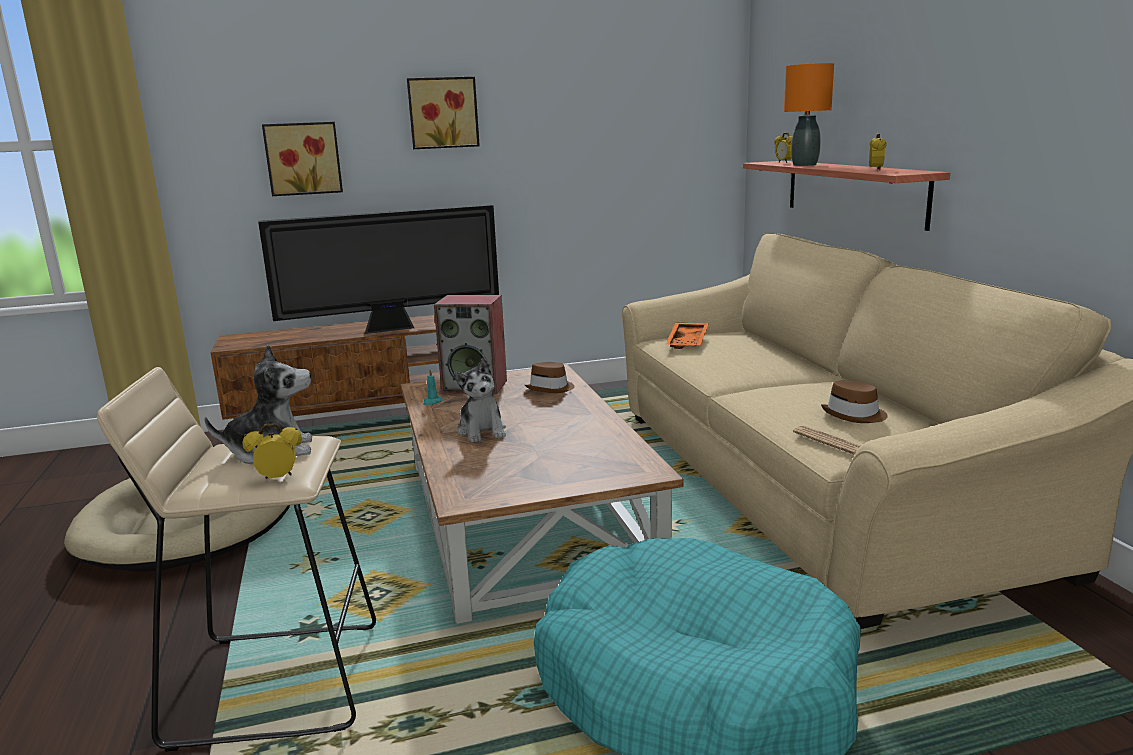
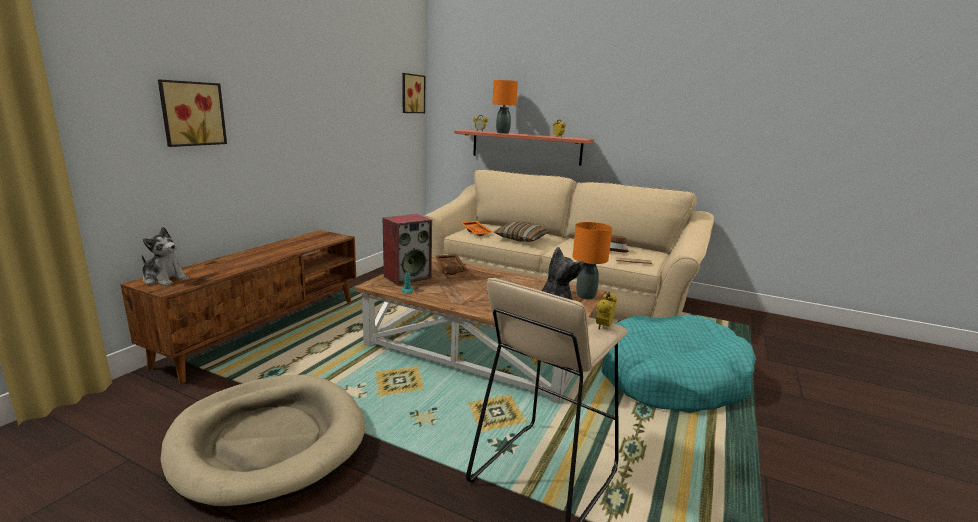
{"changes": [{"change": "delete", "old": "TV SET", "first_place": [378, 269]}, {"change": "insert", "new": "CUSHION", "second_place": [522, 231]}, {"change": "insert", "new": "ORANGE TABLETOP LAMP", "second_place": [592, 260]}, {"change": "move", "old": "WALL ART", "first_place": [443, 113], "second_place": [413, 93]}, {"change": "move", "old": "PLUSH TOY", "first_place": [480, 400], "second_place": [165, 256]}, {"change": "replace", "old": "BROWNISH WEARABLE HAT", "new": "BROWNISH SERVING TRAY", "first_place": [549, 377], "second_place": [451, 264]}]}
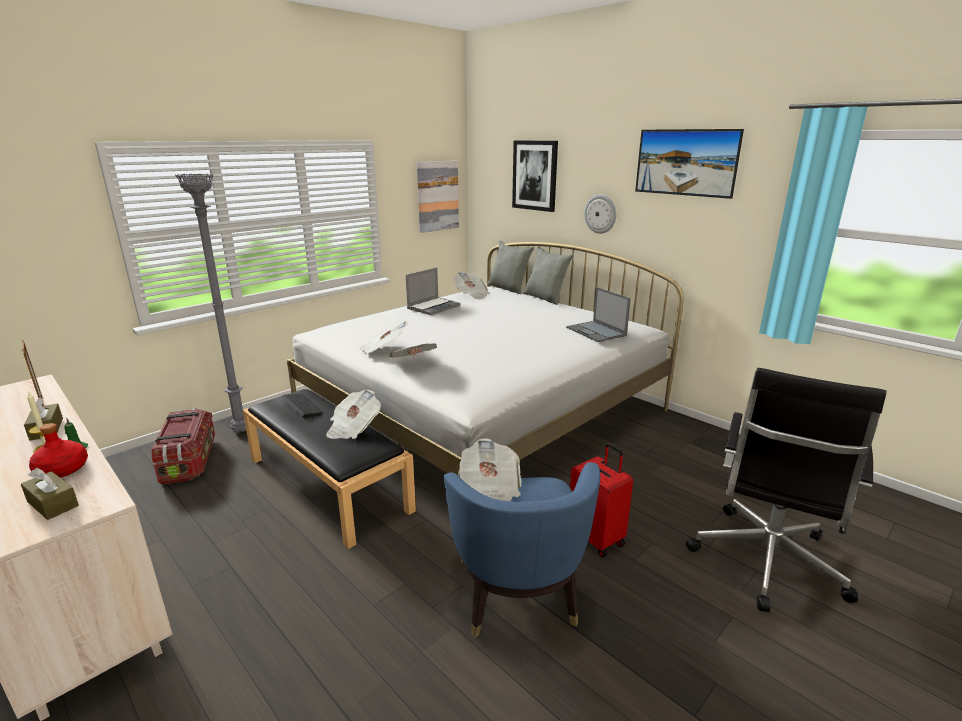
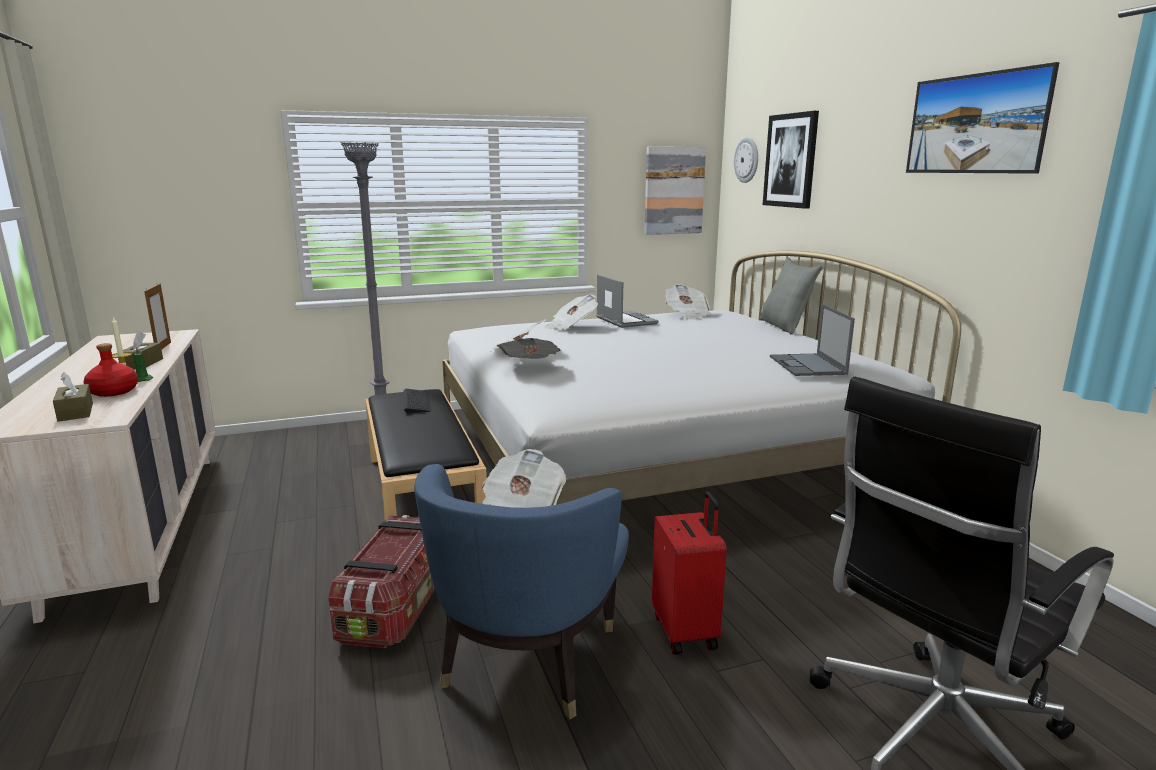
{"changes": [{"change": "delete", "old": "GREYISH CUSHION", "first_place": [510, 267]}, {"change": "move", "old": "STORAGE BIN", "first_place": [183, 446], "second_place": [381, 581]}, {"change": "move", "old": "DAILY PAPER", "first_place": [353, 414], "second_place": [571, 312]}, {"change": "move", "old": "HANGING CLOCK", "first_place": [600, 214], "second_place": [746, 160]}, {"change": "rotate", "old": "NOTEBOOK COMPUTER", "first_place": [433, 291], "second_place": [627, 301], "degrees": -90}]}
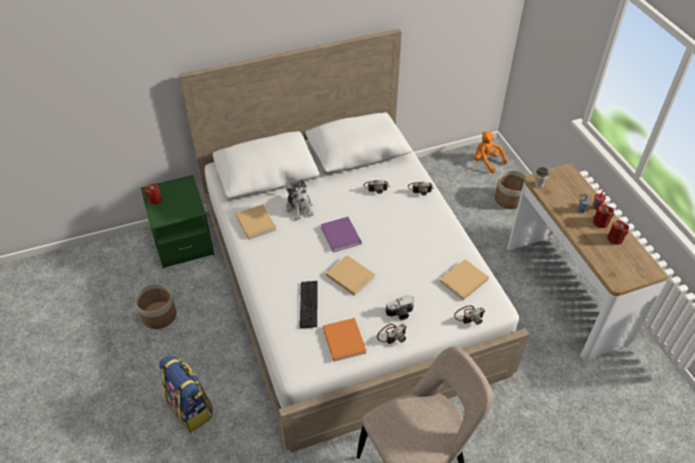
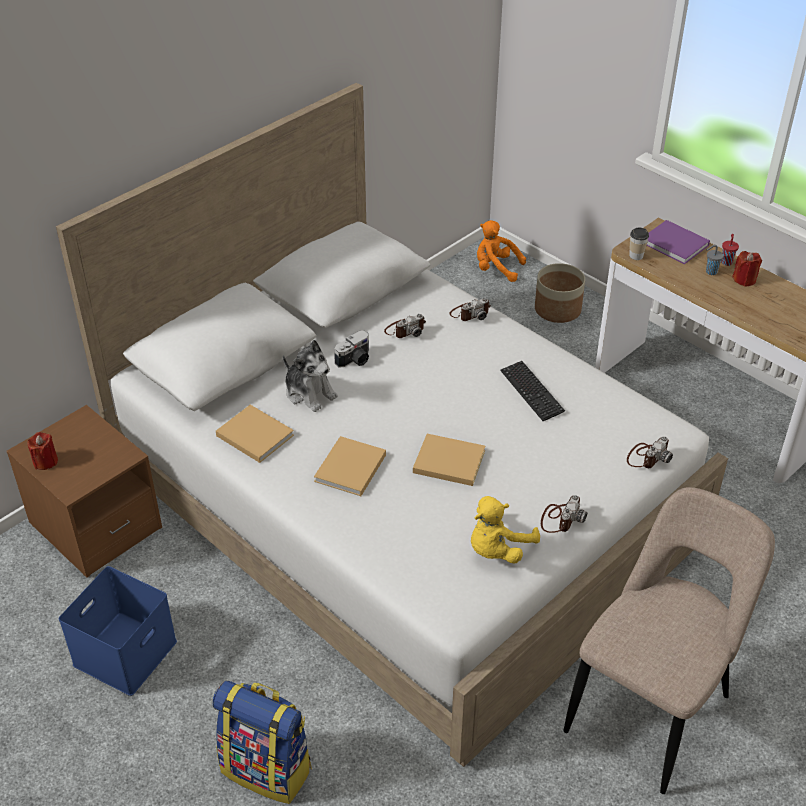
{"changes": [{"change": "delete", "old": "RED-COLOURED WAX CANDLE", "first_place": [618, 232]}, {"change": "move", "old": "PC KEYBOARD", "first_place": [309, 305], "second_place": [532, 391]}, {"change": "move", "old": "PURPLE BOUND BOOK", "first_place": [341, 234], "second_place": [678, 242]}, {"change": "move", "old": "STILL CAMERA", "first_place": [400, 308], "second_place": [351, 349]}, {"change": "move", "old": "BEIGE-COLOURED BOUND BOOK", "first_place": [464, 279], "second_place": [350, 466]}, {"change": "replace", "old": "PLANTER", "new": "BLUISH STORAGE BIN", "first_place": [156, 306], "second_place": [118, 631]}, {"change": "replace", "old": "ORANGE BOUND BOOK", "new": "YELLOW-COLOURED PLUSH TOY", "first_place": [345, 340], "second_place": [505, 529]}, {"change": "recolor", "old": "GREENISH NIGHTSTAND", "new": "BROWNISH NIGHTSTAND", "first_place": [177, 221], "second_place": [84, 491]}]}
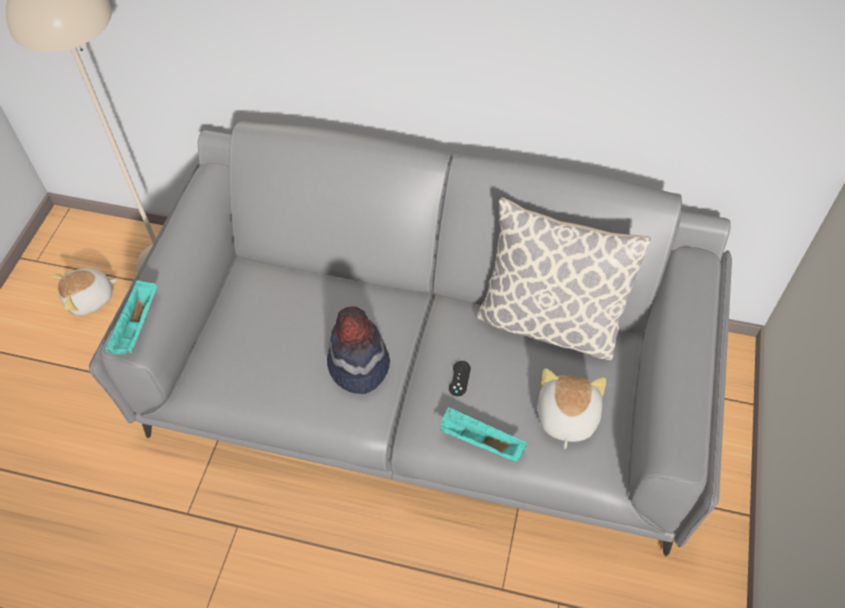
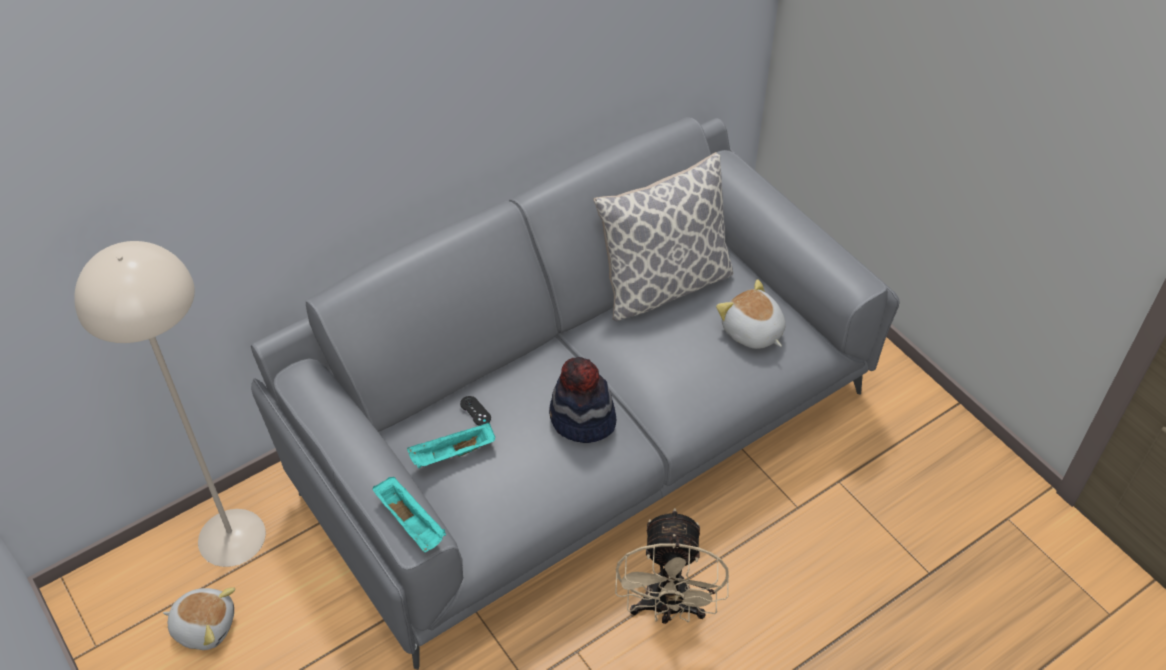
{"changes": [{"change": "insert", "new": "BEIGE-COLOURED FAN", "second_place": [672, 566]}, {"change": "move", "old": "TURQUOISE SERVING TRAY", "first_place": [483, 434], "second_place": [451, 445]}, {"change": "move", "old": "BLACK GAME CONTROLLER", "first_place": [460, 378], "second_place": [475, 411]}, {"change": "rotate", "old": "PLUSH TOY", "first_place": [84, 292], "second_place": [199, 618], "degrees": -90}]}
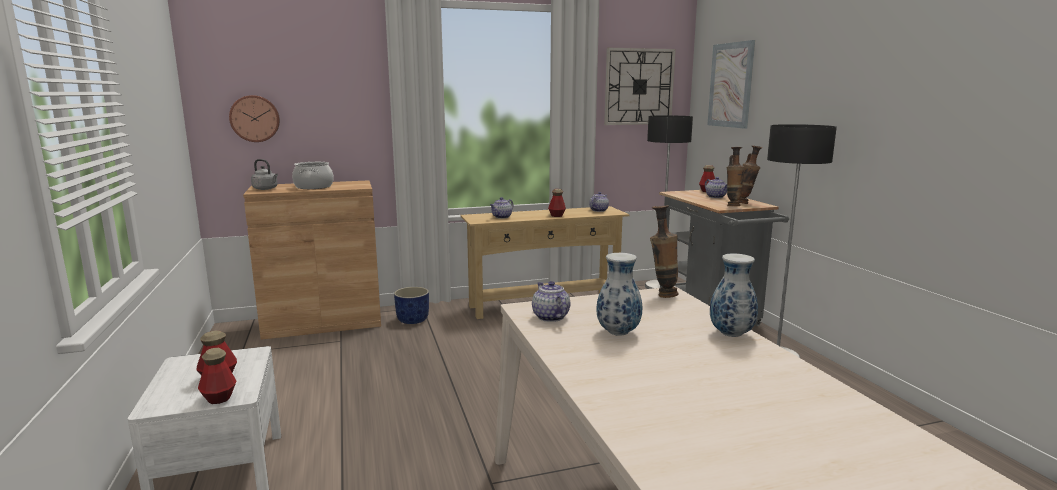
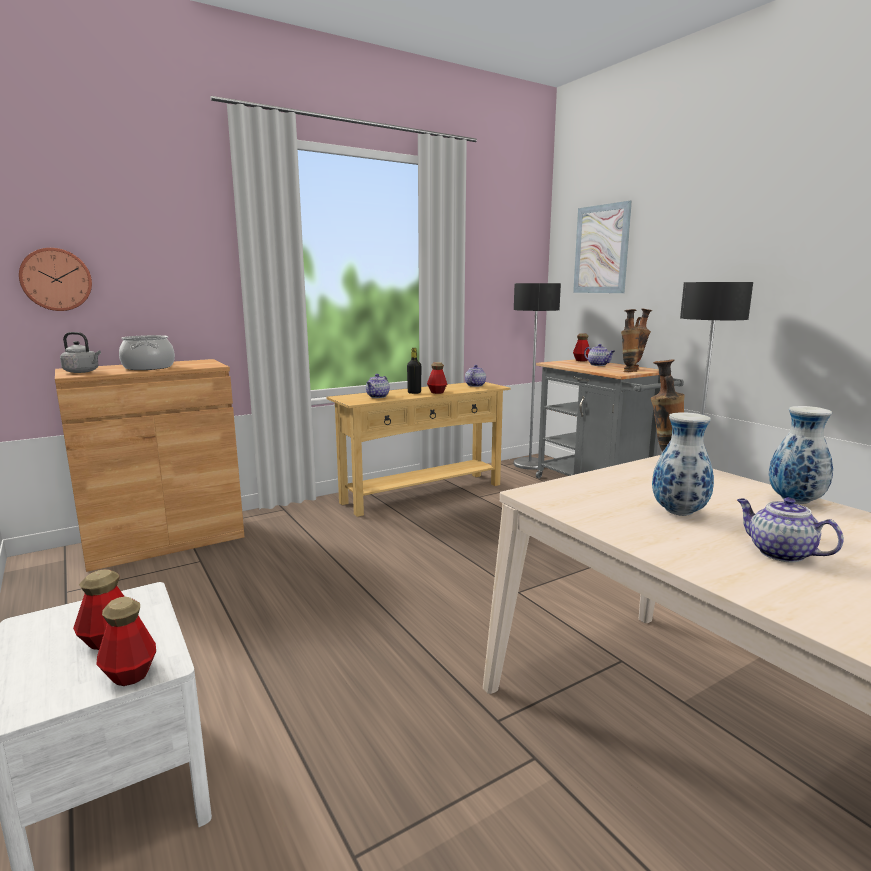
{"changes": [{"change": "delete", "old": "BLUISH PLANTER", "first_place": [411, 305]}, {"change": "delete", "old": "HANGING CLOCK", "first_place": [640, 86]}, {"change": "insert", "new": "BLACK BEVERAGE BOTTLE", "second_place": [414, 371]}, {"change": "move", "old": "POT FOR TEA", "first_place": [551, 301], "second_place": [790, 529]}]}
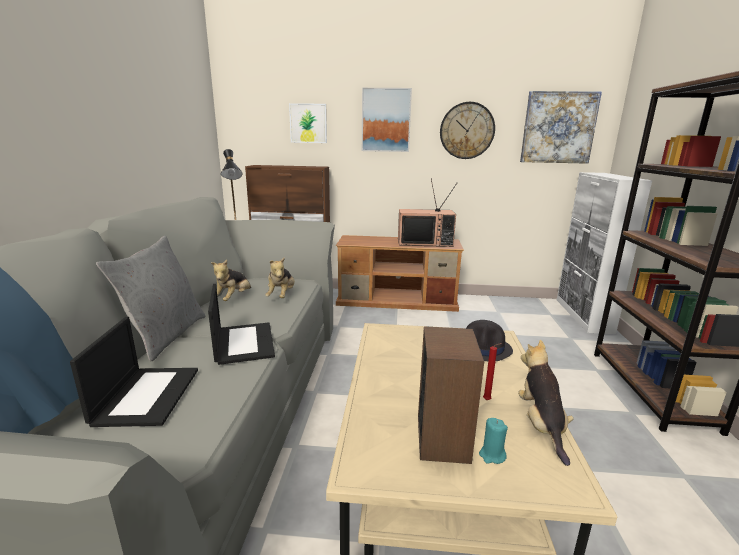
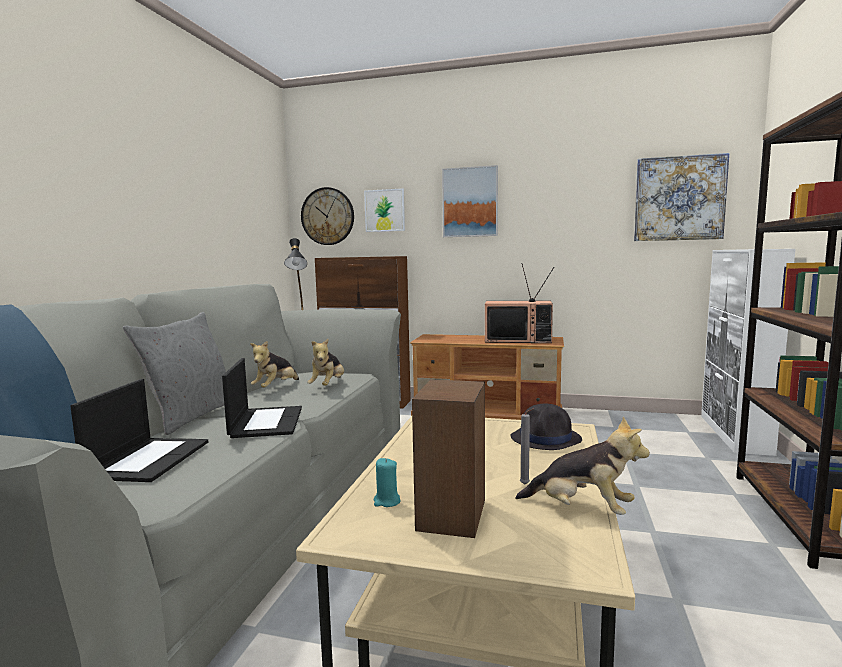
{"changes": [{"change": "move", "old": "HANGING CLOCK", "first_place": [467, 130], "second_place": [327, 216]}, {"change": "move", "old": "TURQUOISE WAX CANDLE", "first_place": [493, 441], "second_place": [387, 482]}, {"change": "recolor", "old": "RED-COLOURED WAX CANDLE", "new": "GREYISH WAX CANDLE", "first_place": [492, 371], "second_place": [526, 447]}, {"change": "rotate", "old": "PLUSH TOY", "first_place": [546, 403], "second_place": [582, 466], "degrees": 105}]}
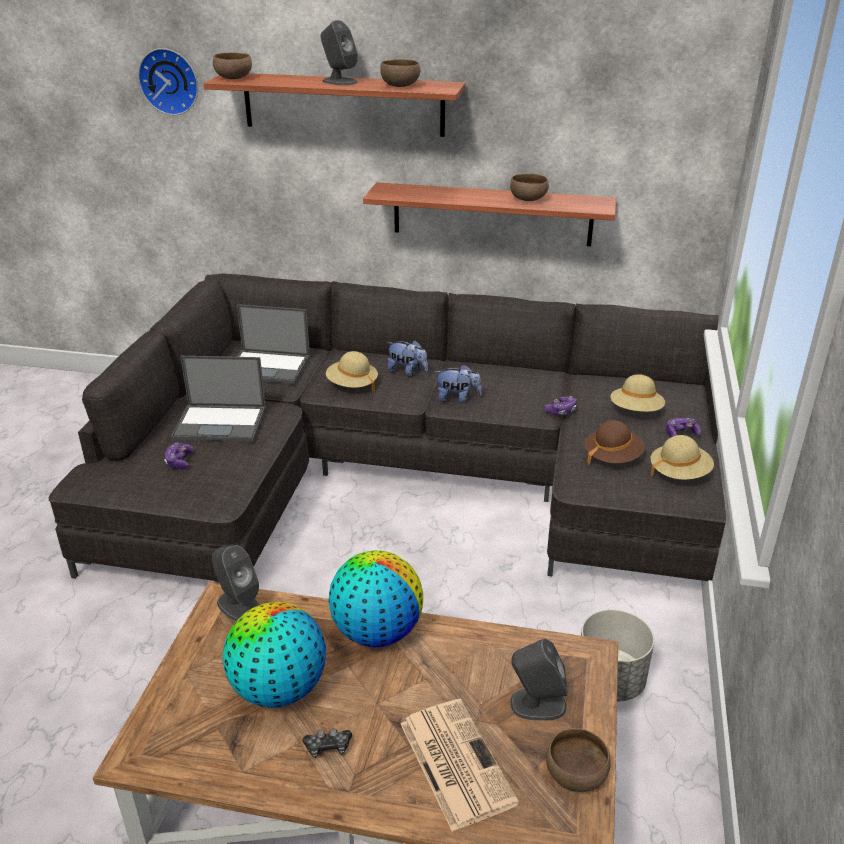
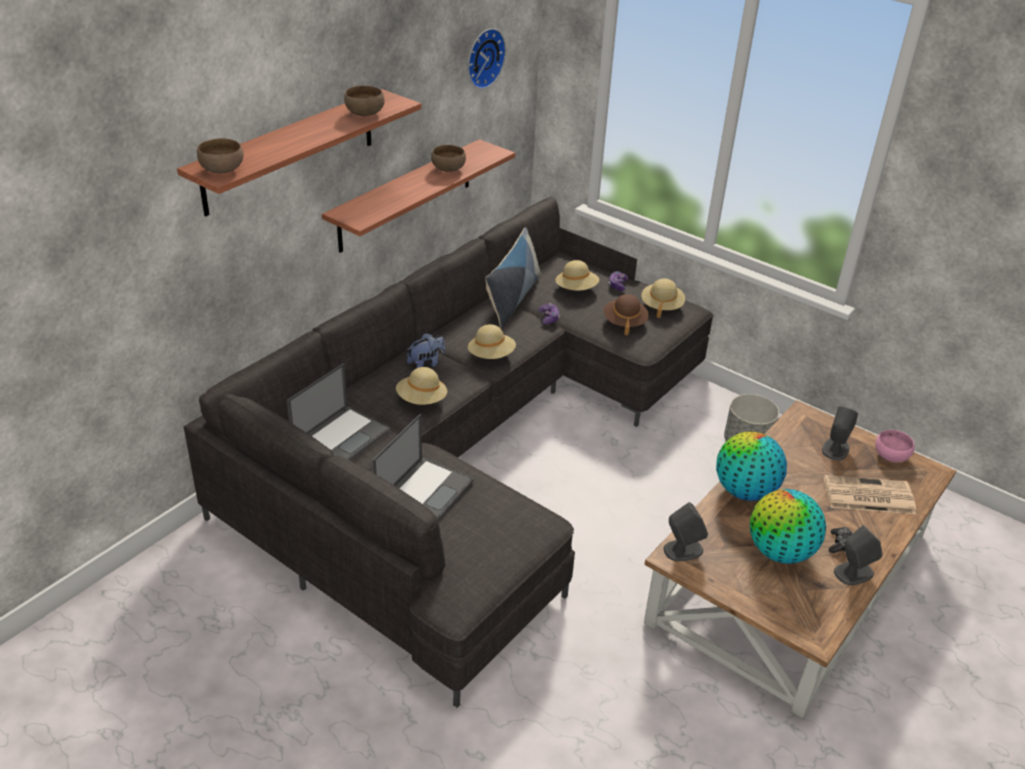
{"changes": [{"change": "delete", "old": "GAME CONTROLLER", "first_place": [179, 455]}, {"change": "insert", "new": "CUSHION", "second_place": [513, 277]}, {"change": "move", "old": "HANGING CLOCK", "first_place": [168, 81], "second_place": [487, 58]}, {"change": "move", "old": "GREYISH AUDIO SPEAKER", "first_place": [339, 53], "second_place": [858, 555]}, {"change": "replace", "old": "PLUSH TOY", "new": "BEIGE-COLOURED WEARABLE HAT", "first_place": [458, 383], "second_place": [492, 341]}, {"change": "recolor", "old": "BROWNISH DEEP DISH", "new": "PINK-COLOURED DEEP DISH", "first_place": [578, 760], "second_place": [895, 446]}]}
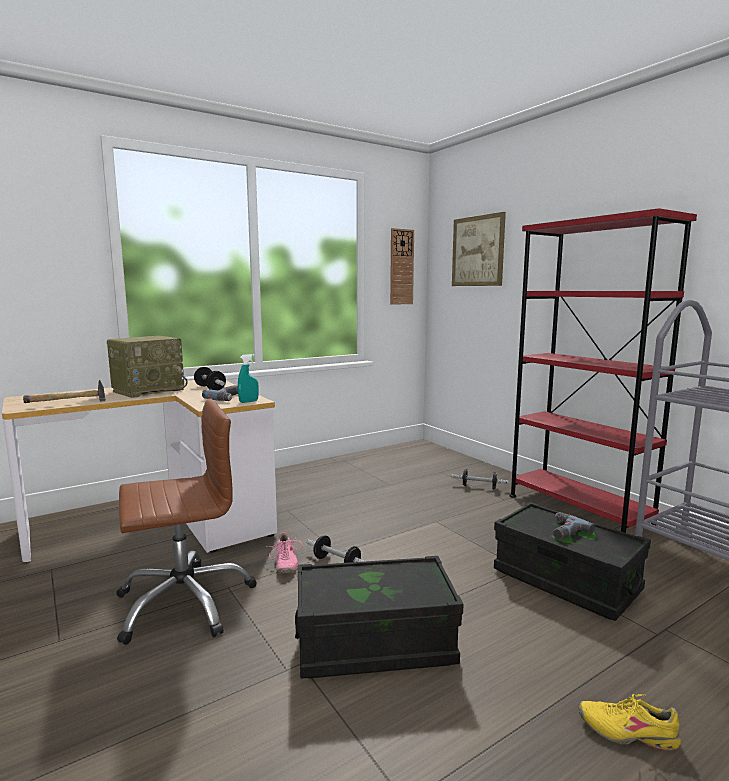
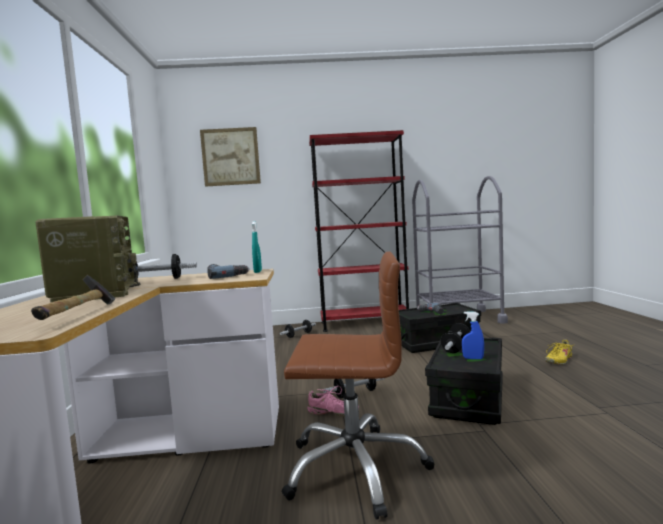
{"changes": [{"change": "delete", "old": "HANGING CLOCK", "first_place": [402, 266]}, {"change": "insert", "new": "FREE WEIGHT", "second_place": [455, 338]}, {"change": "insert", "new": "BLUISH SPRAY BOTTLE", "second_place": [473, 335]}, {"change": "rotate", "old": "BROWNISH DESK CHAIR", "first_place": [186, 522], "second_place": [358, 385], "degrees": 90}]}
